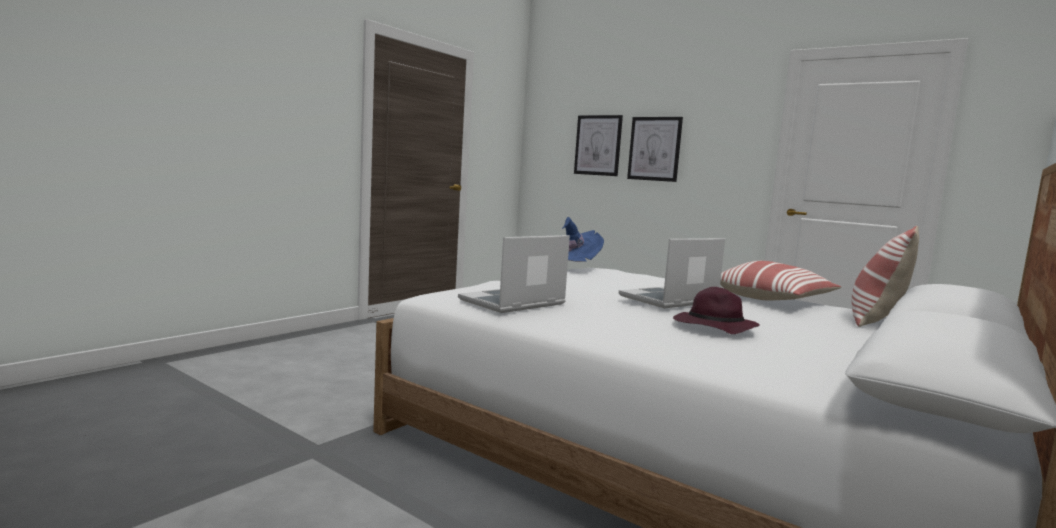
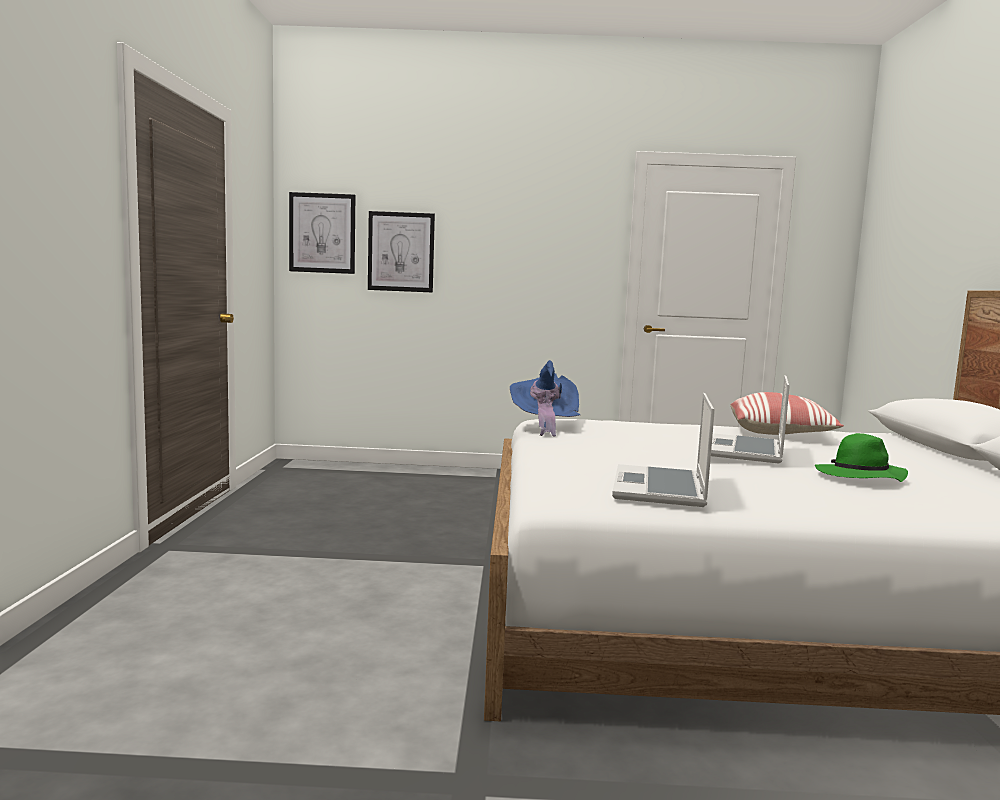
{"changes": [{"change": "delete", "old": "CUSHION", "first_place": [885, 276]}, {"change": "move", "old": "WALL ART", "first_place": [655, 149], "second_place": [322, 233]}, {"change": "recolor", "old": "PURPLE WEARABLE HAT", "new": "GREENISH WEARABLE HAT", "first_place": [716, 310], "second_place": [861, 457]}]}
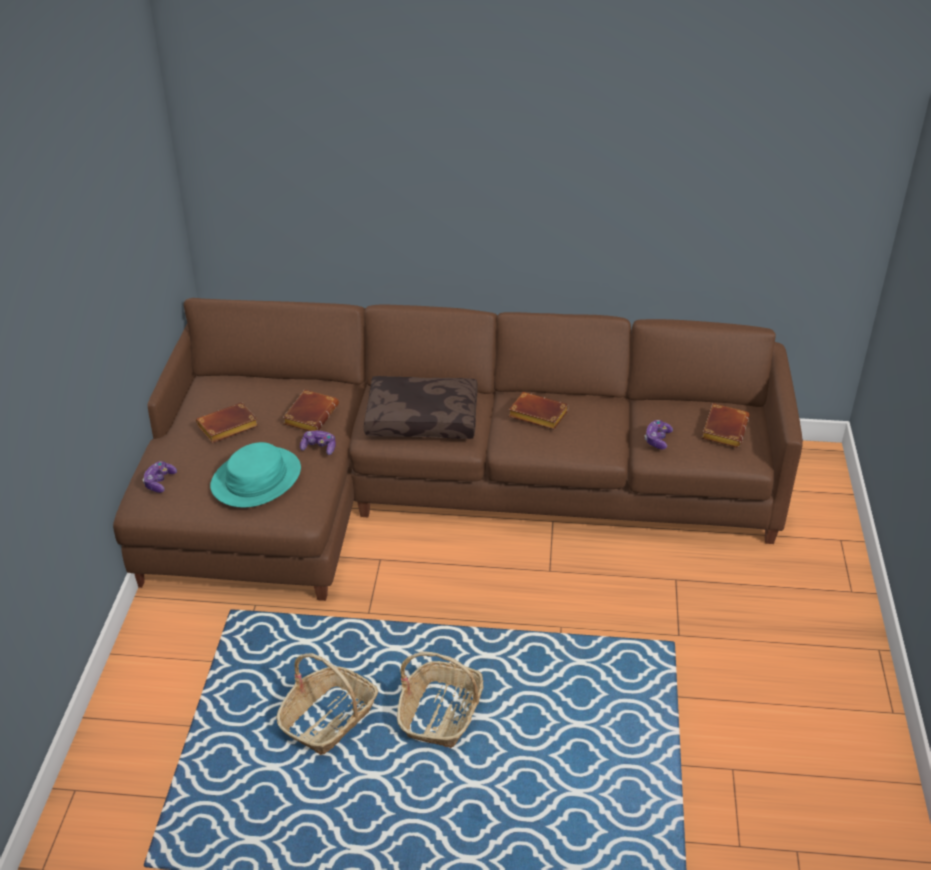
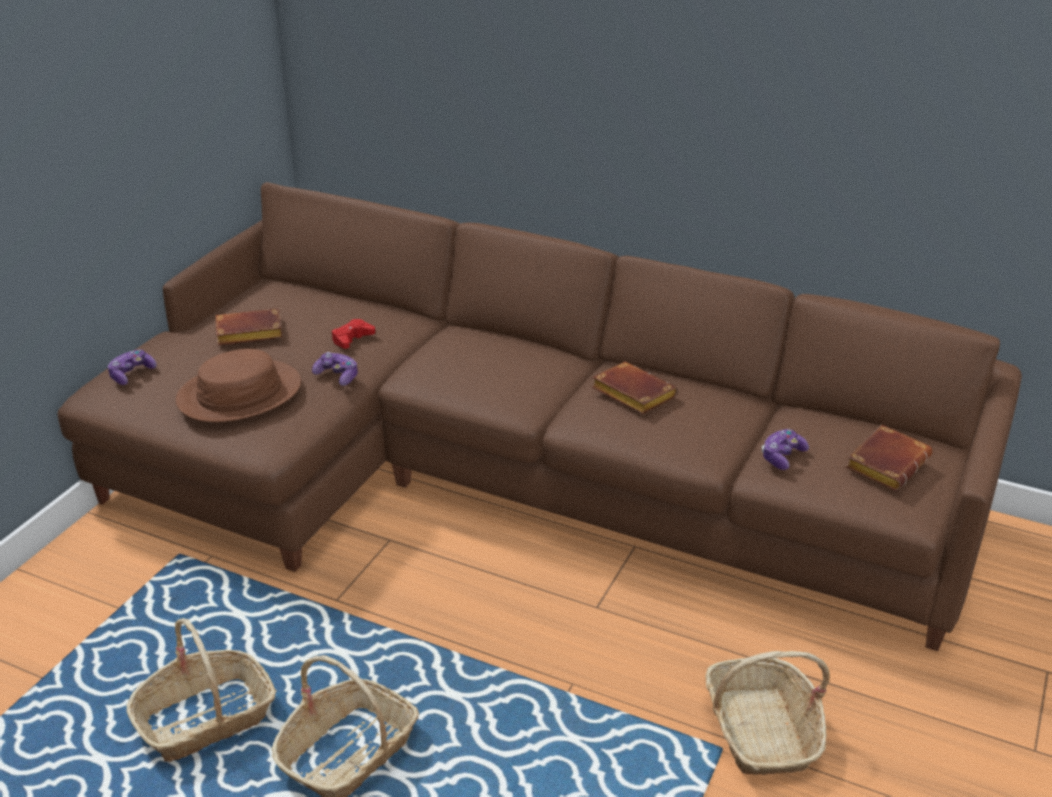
{"changes": [{"change": "delete", "old": "BROWNISH CUSHION", "first_place": [420, 407]}, {"change": "insert", "new": "STORAGE BASKET", "second_place": [767, 713]}, {"change": "replace", "old": "BROWNISH BOUND BOOK", "new": "RED-COLOURED GAME CONTROLLER", "first_place": [311, 410], "second_place": [353, 334]}, {"change": "recolor", "old": "TURQUOISE WEARABLE HAT", "new": "BROWNISH WEARABLE HAT", "first_place": [255, 474], "second_place": [238, 385]}]}
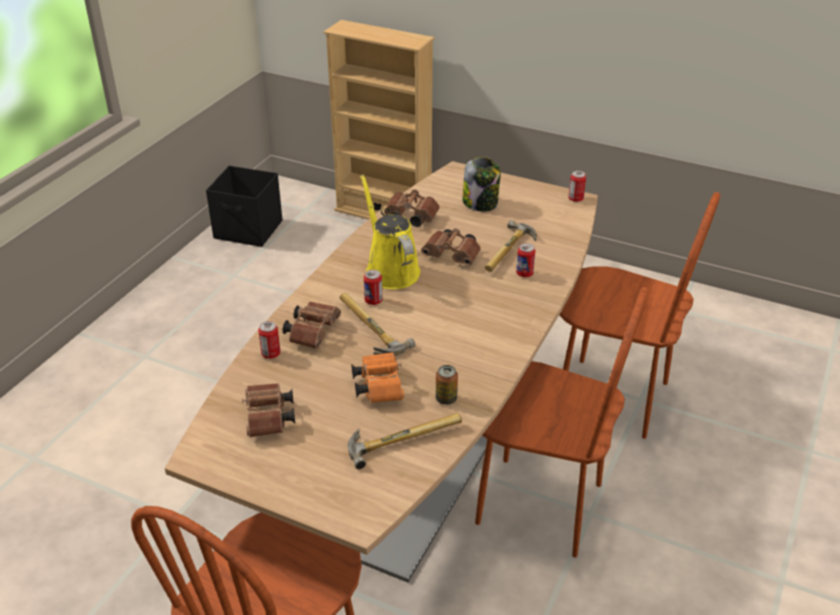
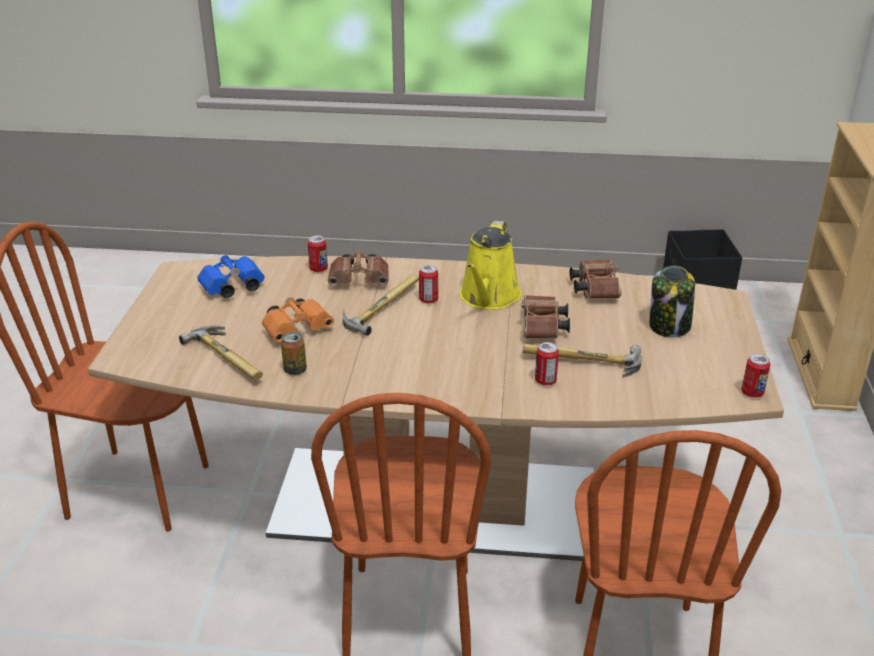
{"changes": [{"change": "recolor", "old": "BROWNISH PAIR OF BINOCULARS", "new": "BLUISH PAIR OF BINOCULARS", "first_place": [268, 410], "second_place": [231, 276]}, {"change": "rotate", "old": "YELLOW-COLOURED SPRINKLING CAN", "first_place": [390, 232], "second_place": [490, 265], "degrees": 150}]}
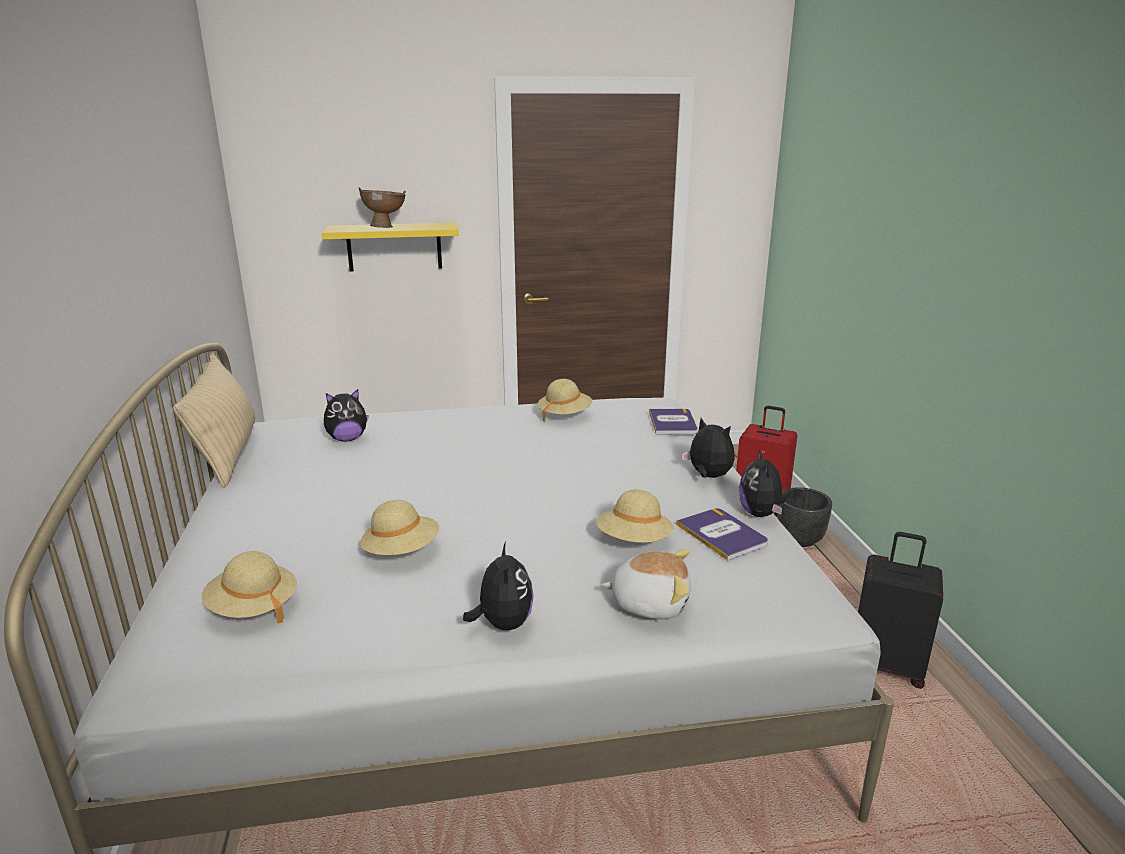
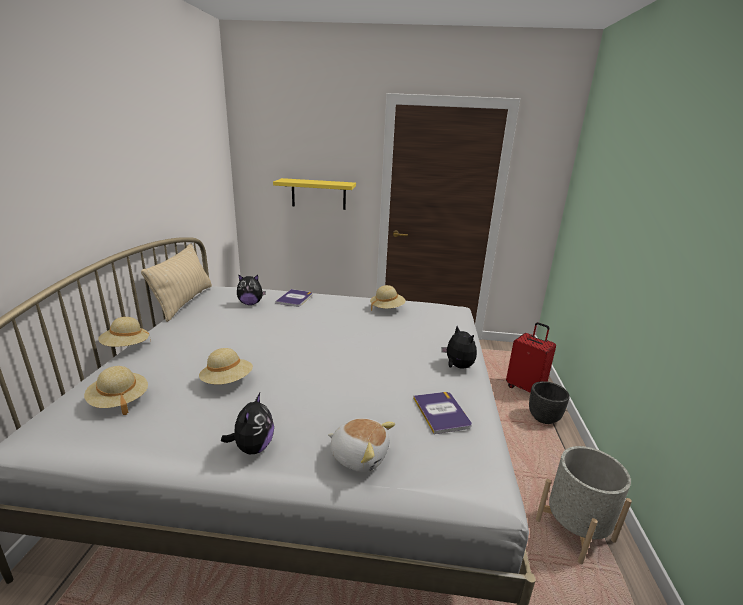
{"changes": [{"change": "delete", "old": "BROWNISH DEEP DISH", "first_place": [382, 207]}, {"change": "delete", "old": "PLUSH TOY", "first_place": [765, 483]}, {"change": "move", "old": "BEIGE-COLOURED WEARABLE HAT", "first_place": [635, 516], "second_place": [124, 332]}, {"change": "move", "old": "BOUND BOOK", "first_place": [673, 421], "second_place": [293, 298]}, {"change": "replace", "old": "BLACK SUITCASE", "new": "GREYISH PLANTER", "first_place": [900, 610], "second_place": [584, 505]}]}
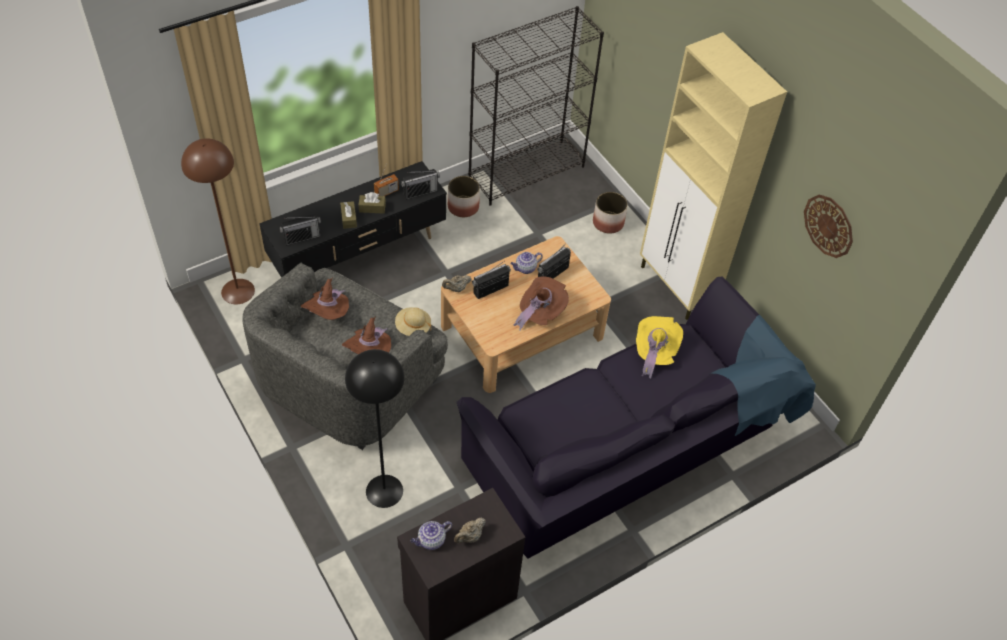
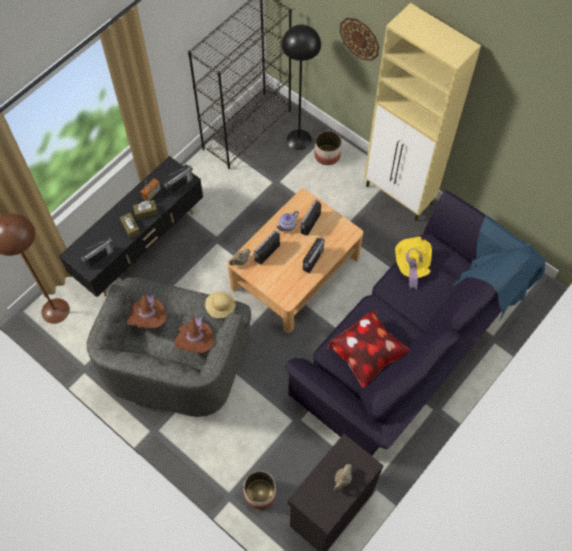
{"changes": [{"change": "delete", "old": "POT FOR TEA", "first_place": [431, 535]}, {"change": "insert", "new": "CUSHION", "second_place": [368, 349]}, {"change": "move", "old": "BLACK STANDARD LAMP", "first_place": [374, 428], "second_place": [301, 87]}, {"change": "move", "old": "PLANTER", "first_place": [464, 196], "second_place": [259, 490]}, {"change": "move", "old": "HANGING CLOCK", "first_place": [828, 226], "second_place": [359, 39]}, {"change": "replace", "old": "BROWNISH WEARABLE HAT", "new": "RADIO SET", "first_place": [541, 304], "second_place": [314, 255]}]}
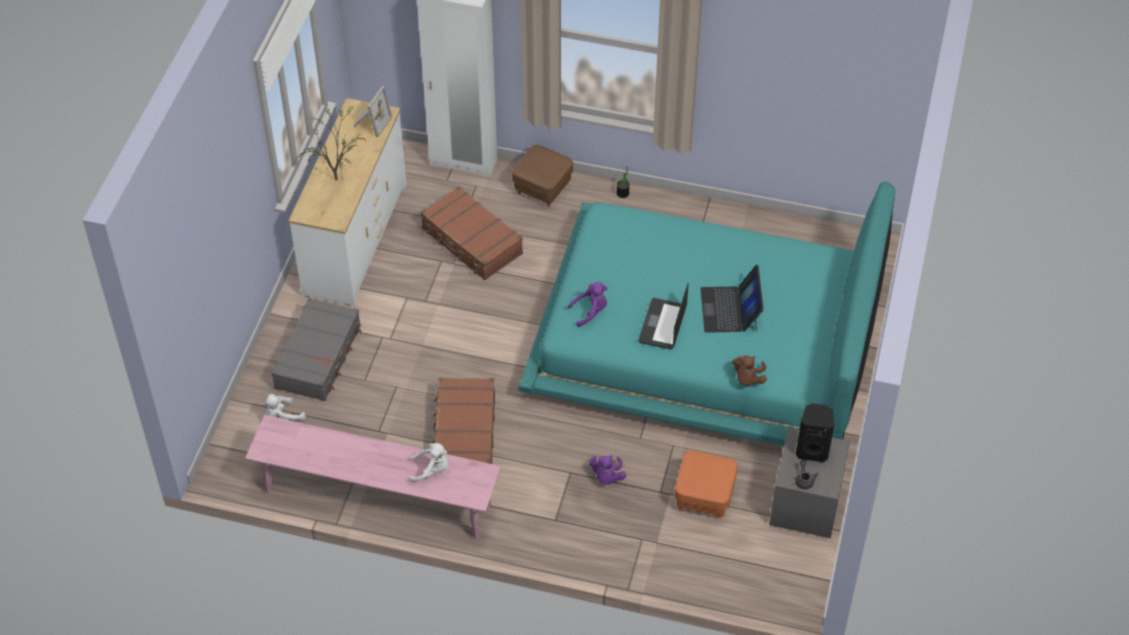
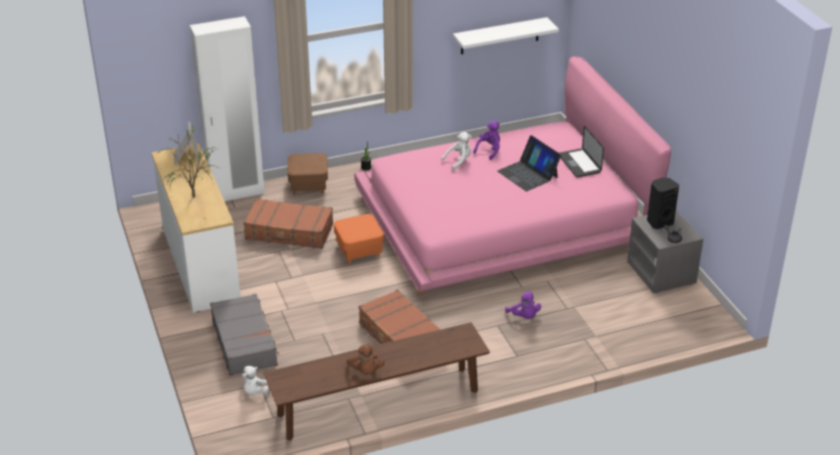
{"changes": [{"change": "insert", "new": "WHITISH BRACKET SHELF", "second_place": [506, 35]}, {"change": "move", "old": "WHITISH PLUSH TOY", "first_place": [429, 462], "second_place": [456, 151]}, {"change": "move", "old": "PURPLE PLUSH TOY", "first_place": [588, 304], "second_place": [486, 140]}, {"change": "move", "old": "NOTEBOOK COMPUTER", "first_place": [663, 316], "second_place": [582, 152]}, {"change": "move", "old": "ORANGE OTTOMAN", "first_place": [706, 484], "second_place": [359, 238]}, {"change": "move", "old": "BROWNISH PLUSH TOY", "first_place": [749, 371], "second_place": [366, 359]}, {"change": "recolor", "old": "PINK-COLOURED INDOOR BENCH", "new": "BROWNISH INDOOR BENCH", "first_place": [373, 477], "second_place": [376, 381]}, {"change": "recolor", "old": "TURQUOISE BED", "new": "PINK-COLOURED BED", "first_place": [706, 313], "second_place": [512, 175]}]}
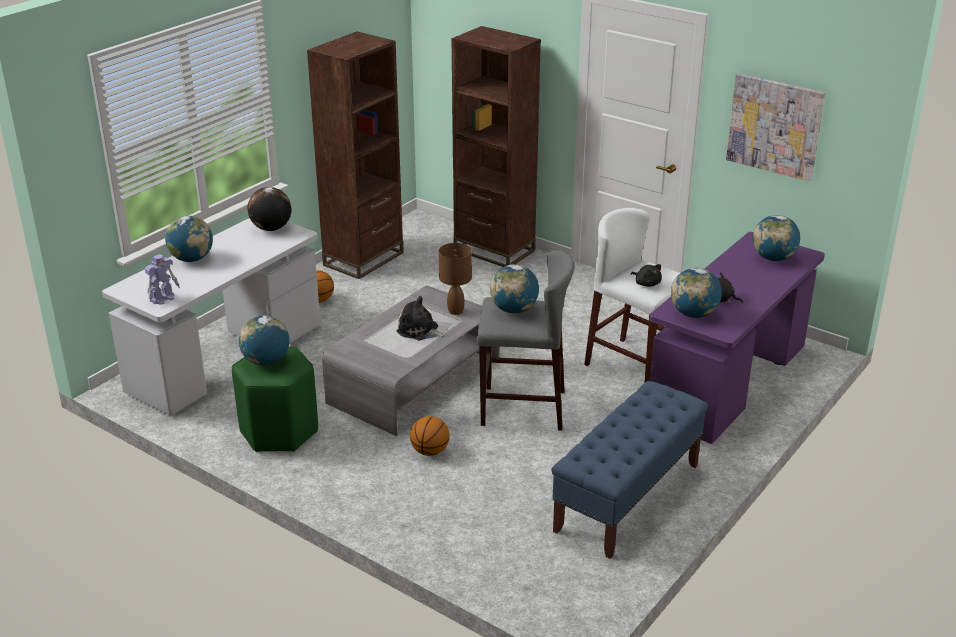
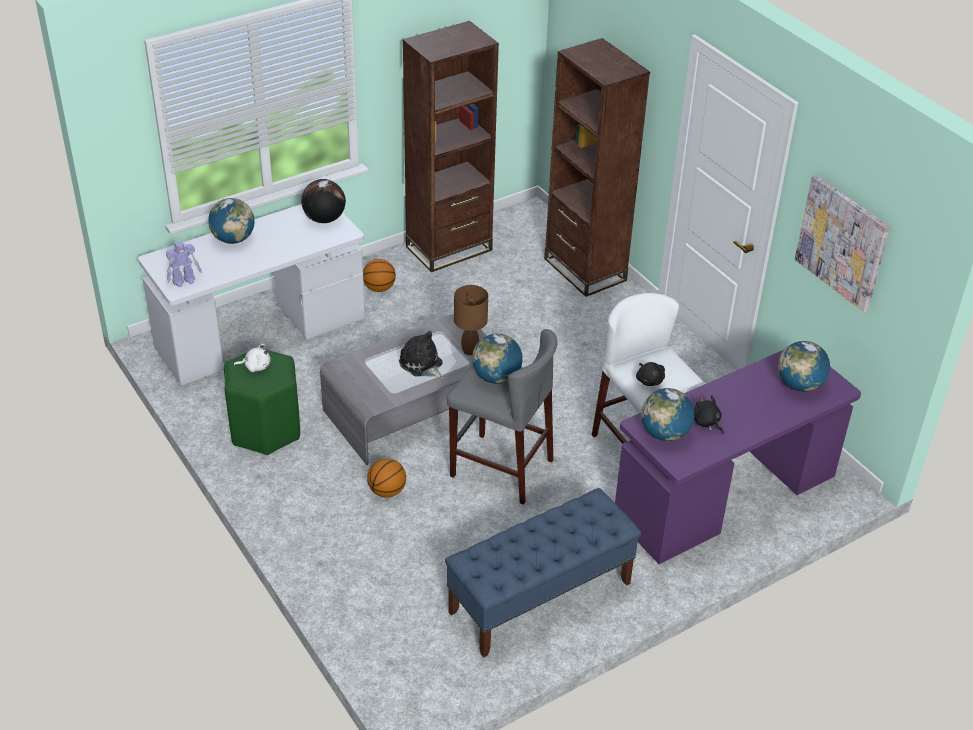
{"changes": [{"change": "replace", "old": "GLOBE", "new": "WHITISH PLUSH TOY", "first_place": [264, 340], "second_place": [252, 358]}]}
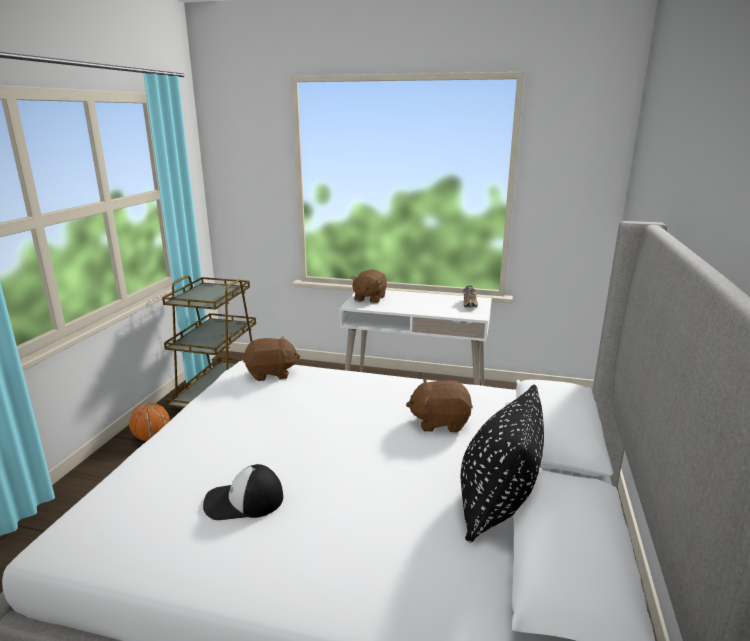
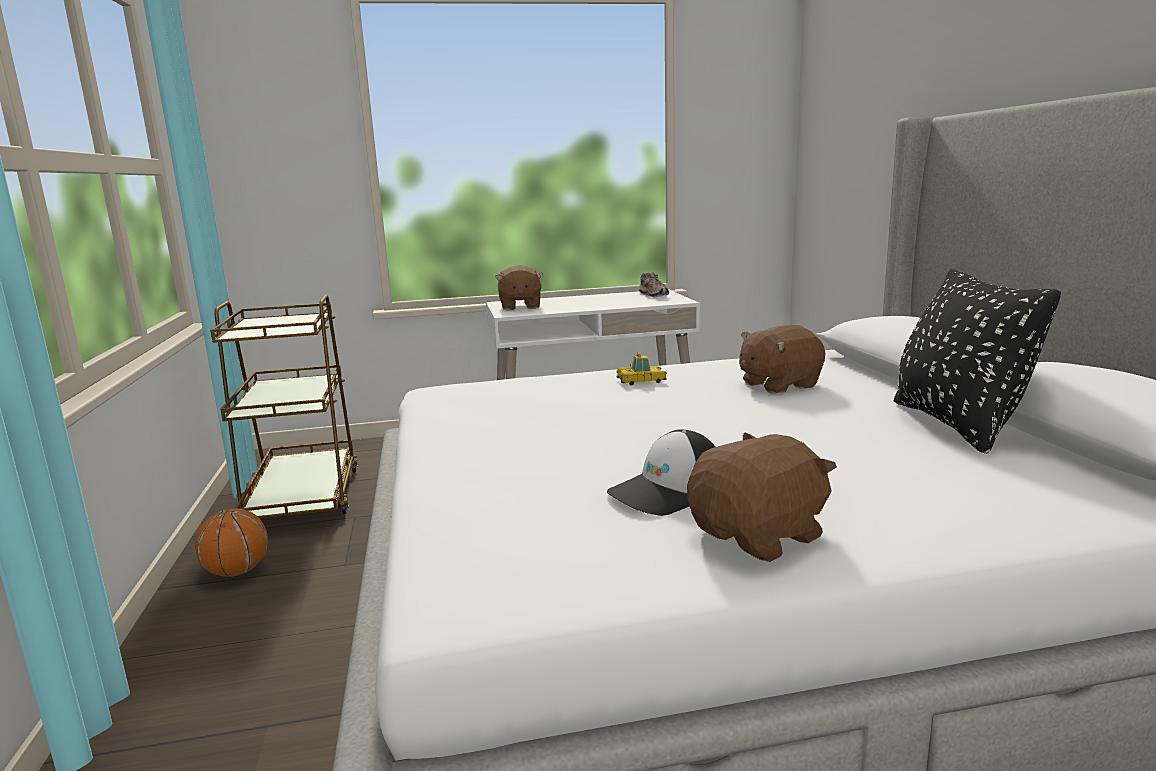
{"changes": [{"change": "insert", "new": "MODEL CAR", "second_place": [641, 369]}, {"change": "move", "old": "BROWNISH PLUSH TOY", "first_place": [271, 358], "second_place": [762, 497]}]}
